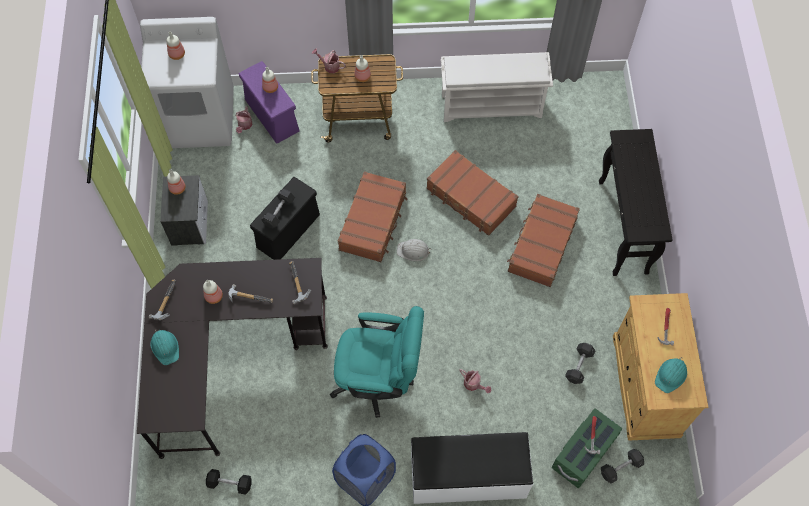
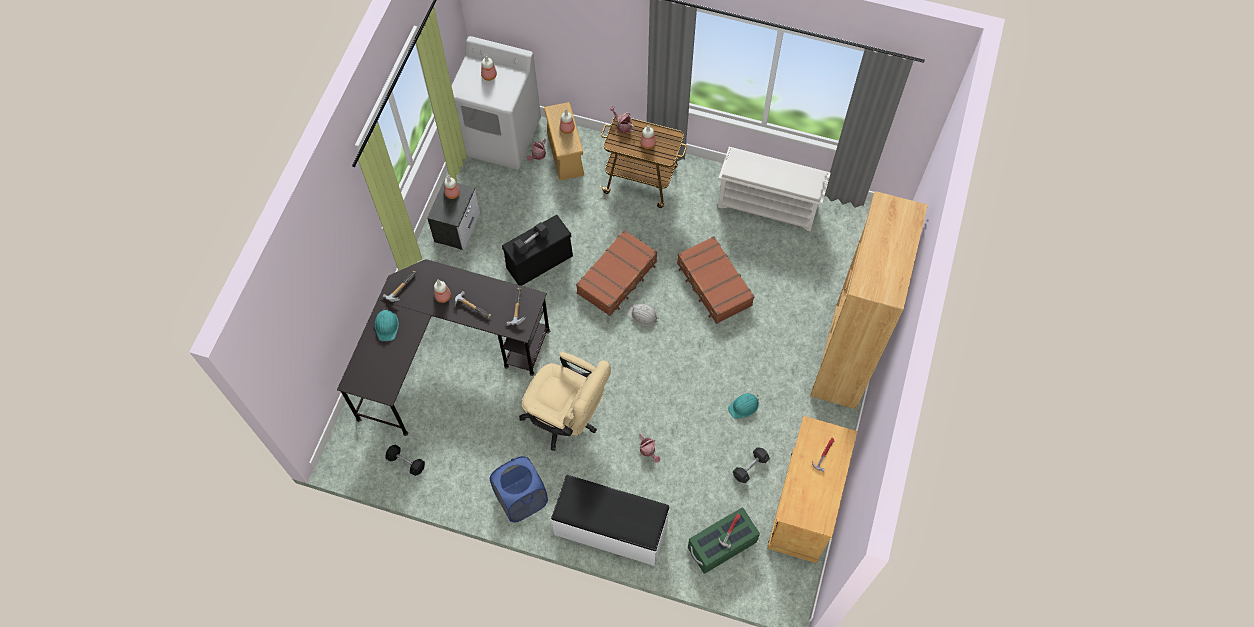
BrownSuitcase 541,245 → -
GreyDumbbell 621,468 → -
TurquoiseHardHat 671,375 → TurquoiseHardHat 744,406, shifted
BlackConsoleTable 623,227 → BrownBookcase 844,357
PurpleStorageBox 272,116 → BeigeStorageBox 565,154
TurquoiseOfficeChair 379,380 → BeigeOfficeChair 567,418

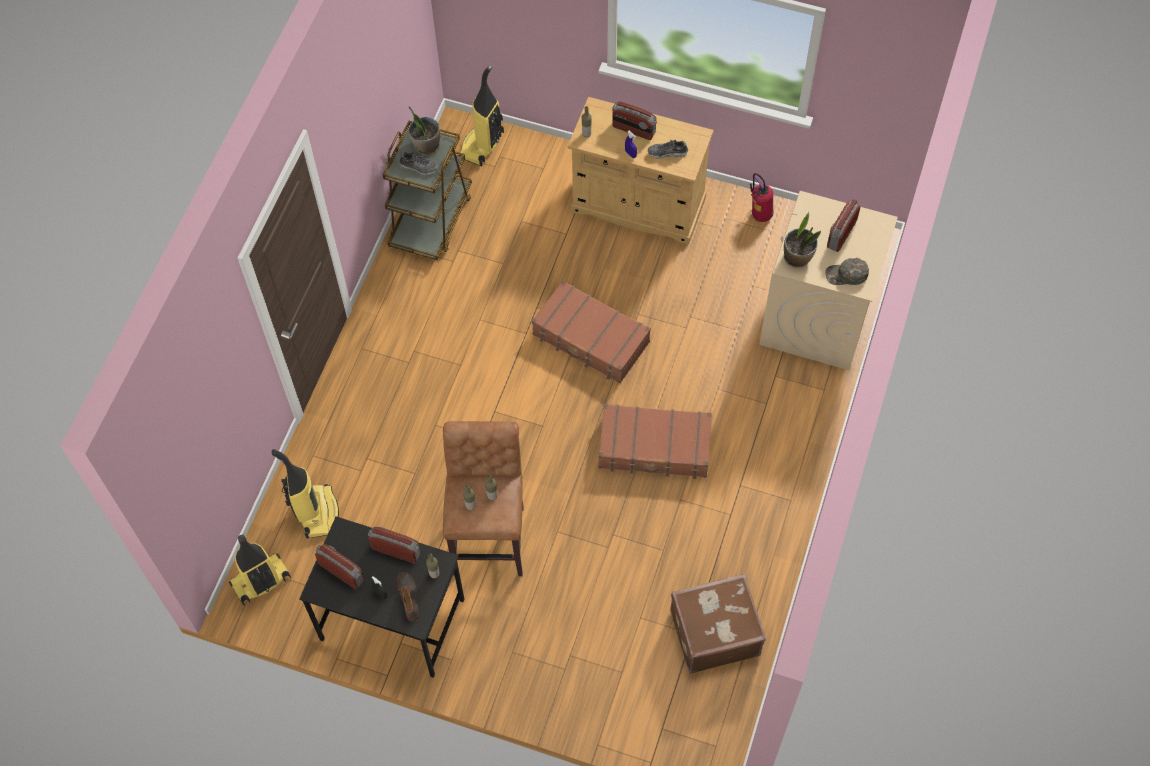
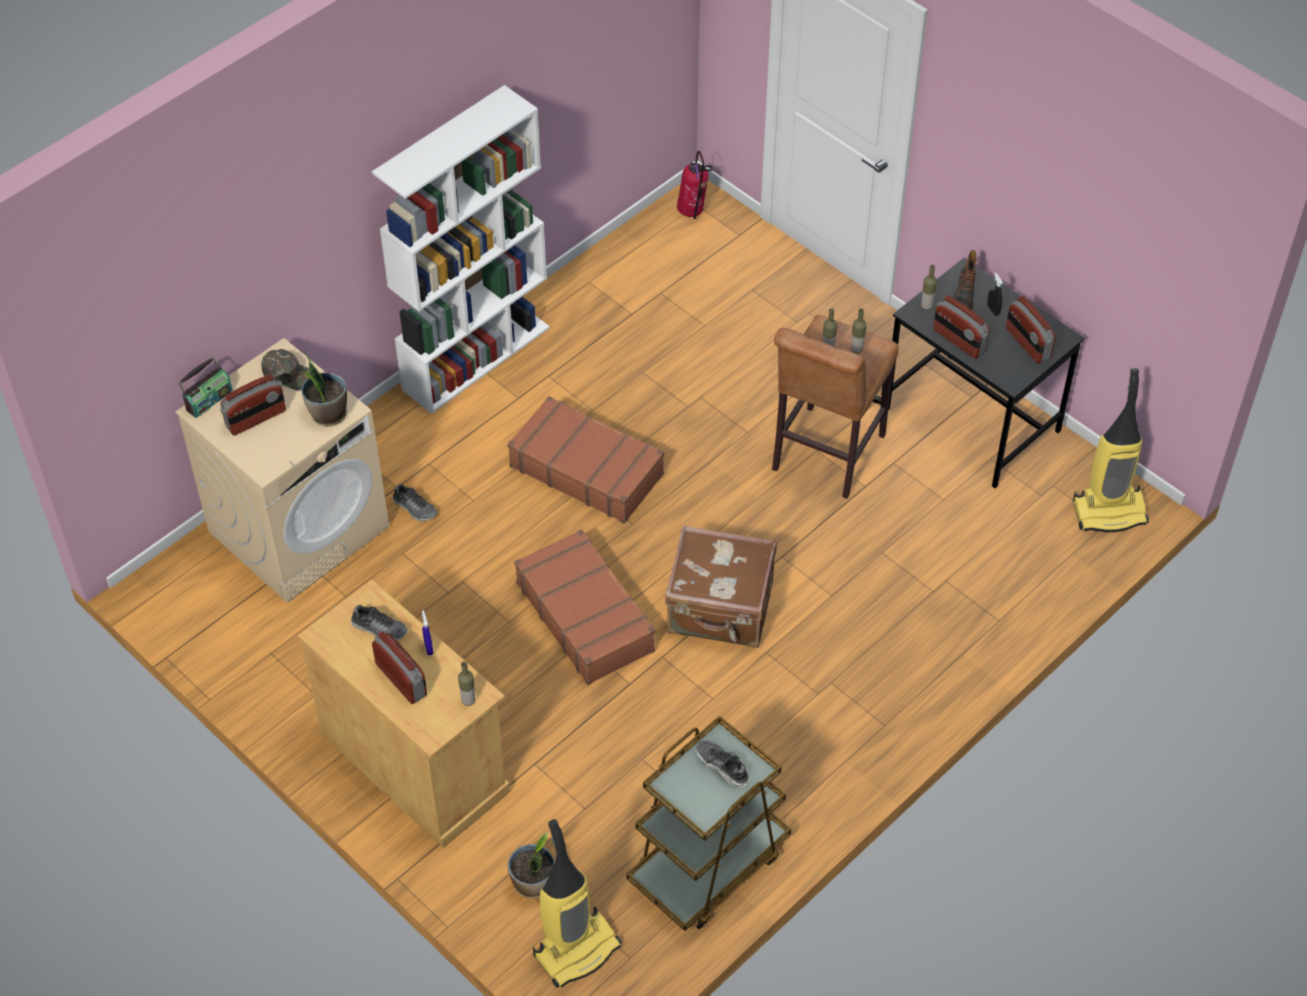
VacuumCleaner 317,512 → -
- → Radio 208,399
- → WhiteBookcase 476,357
- → Shoe 415,508
PottedPlant 426,146 → PottedPlant 533,883, shifted
BrownSuitcase 713,632 → BrownSuitcase 720,610, shifted
FireExtinguisher 759,215 → FireExtinguisher 692,212, shifted

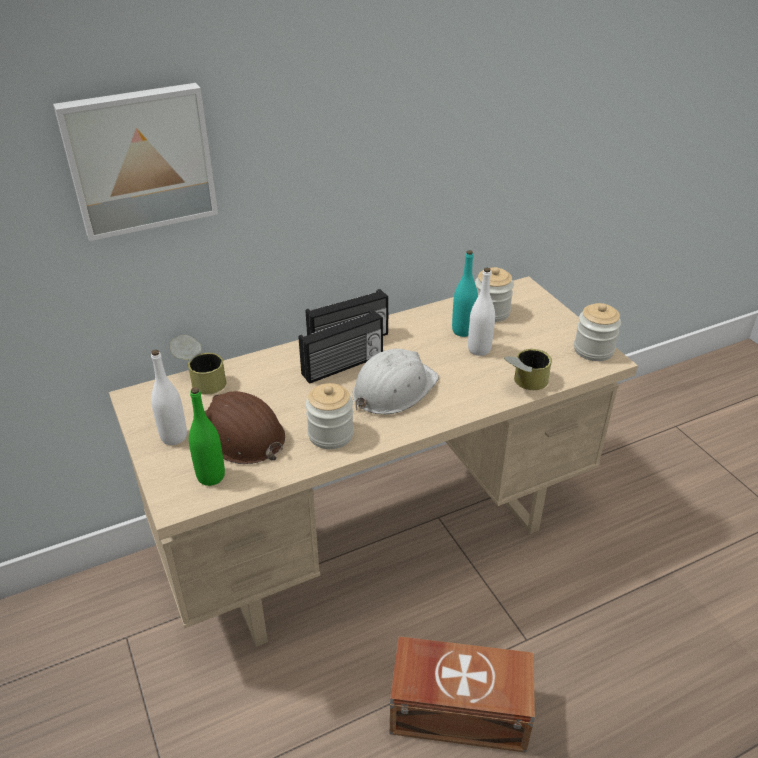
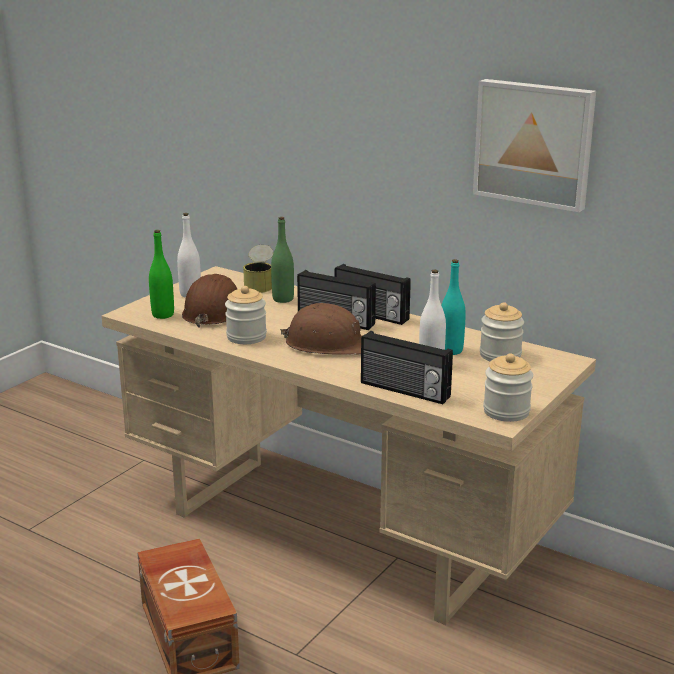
- → GreenBottle 283,299
Picture 139,160 → Picture 534,143, shifted
Can 523,384 → Radio 404,390
WhiteHardHat 393,389 → BrownHardHat 328,344

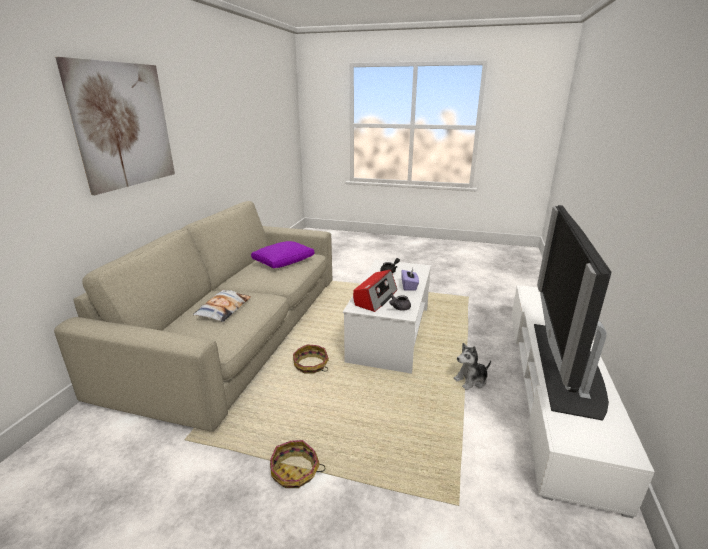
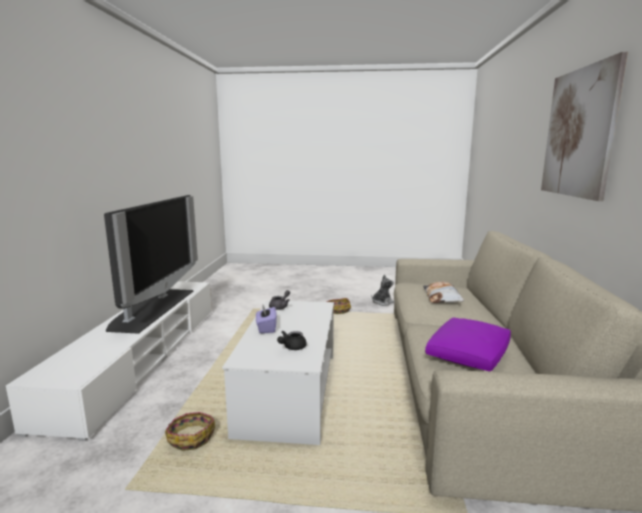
Radio 375,298 → -
Basket 311,366 → Basket 191,437, shifted
PlushToy 471,380 → PlushToy 382,303, shifted

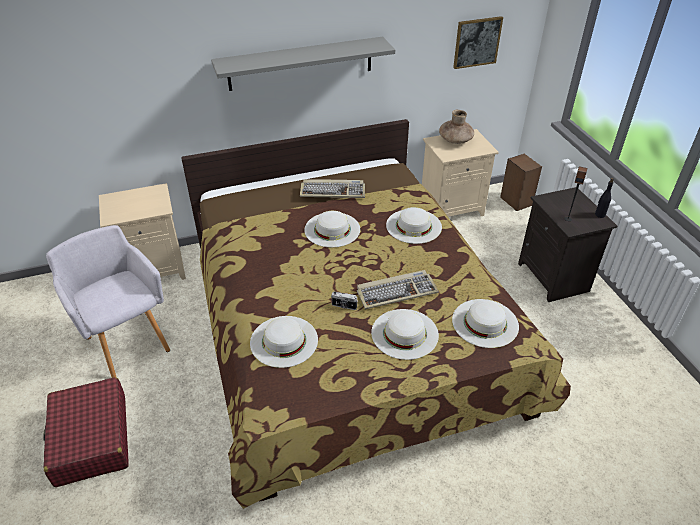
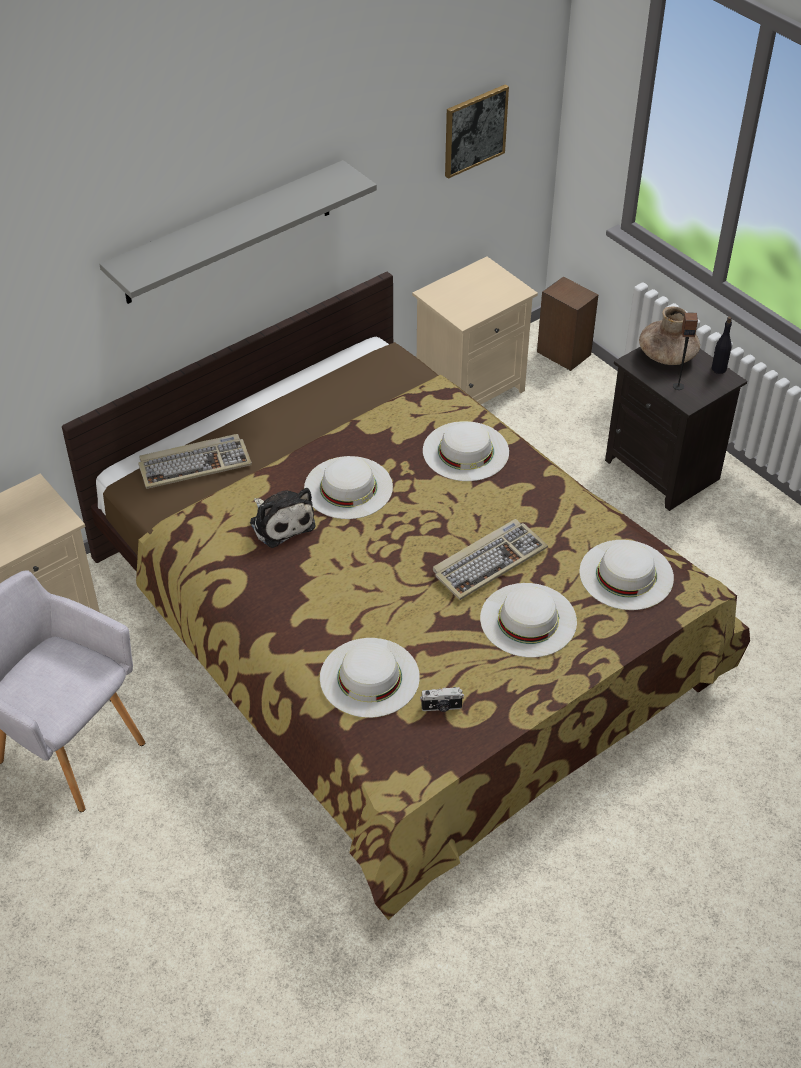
RedSuitcase 91,439 → -
- → PlushToy 281,522
Keyboard 333,191 → Keyboard 195,464, shifted
PhotoCamera 344,306 → PhotoCamera 441,707, shifted
BrownVase 455,140 → BrownVase 667,355, shifted

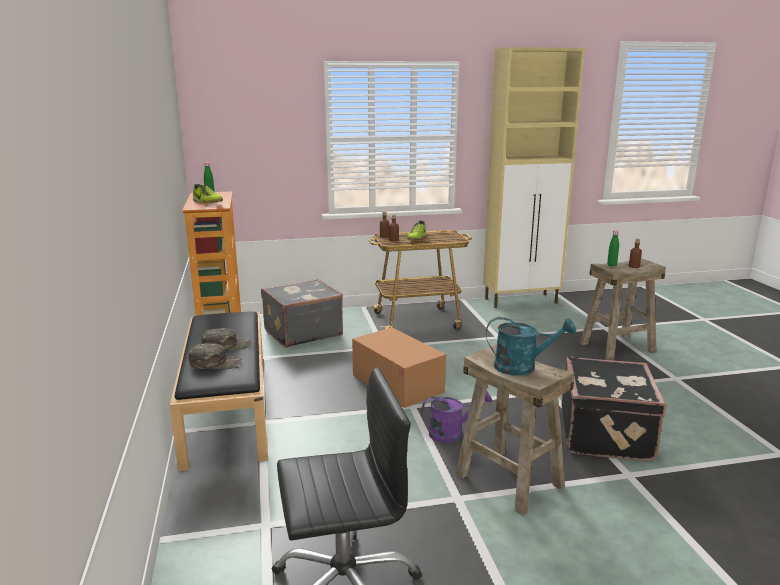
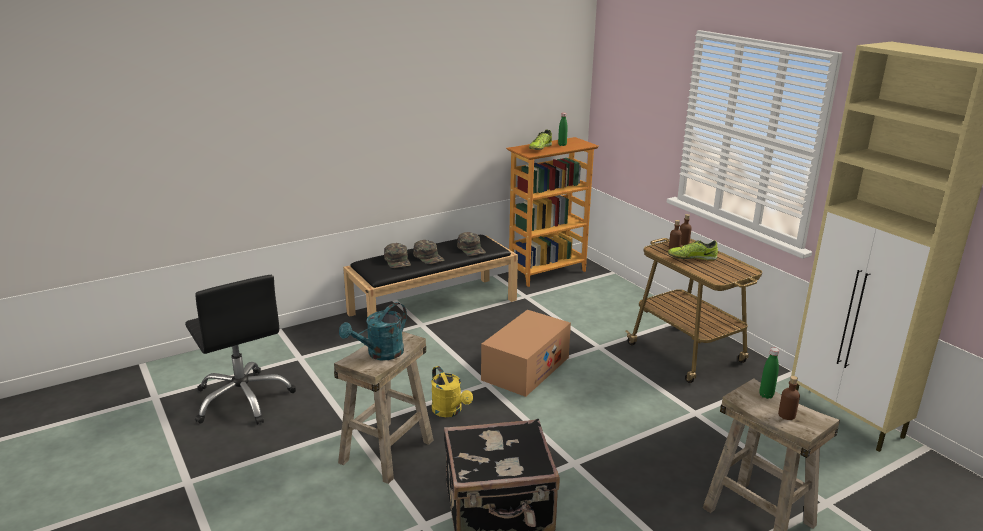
GreySuitcase 302,332 → -
- → GreenCap 471,249
PurpleWateringCan 451,433 → YellowWateringCan 450,411
TurquoiseWateringCan 522,367 → TurquoiseWateringCan 380,354, 60 degrees clockwise

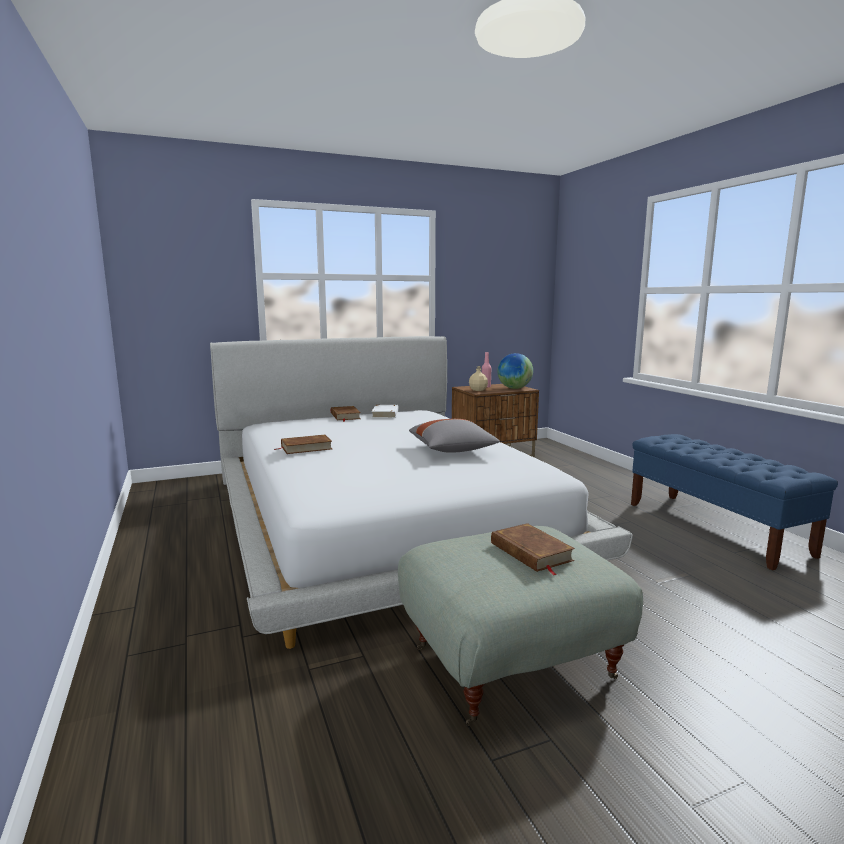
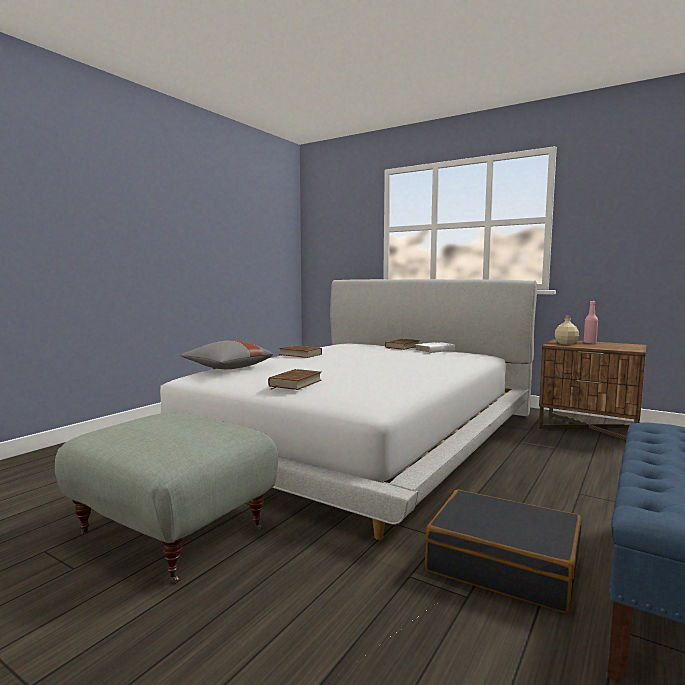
Globe 514,388 → -
- → BlackSuitcase 503,564
GreyPillow 453,450 → GreyPillow 227,368, shifted
BrownBook 530,552 → BrownBook 295,383, shifted

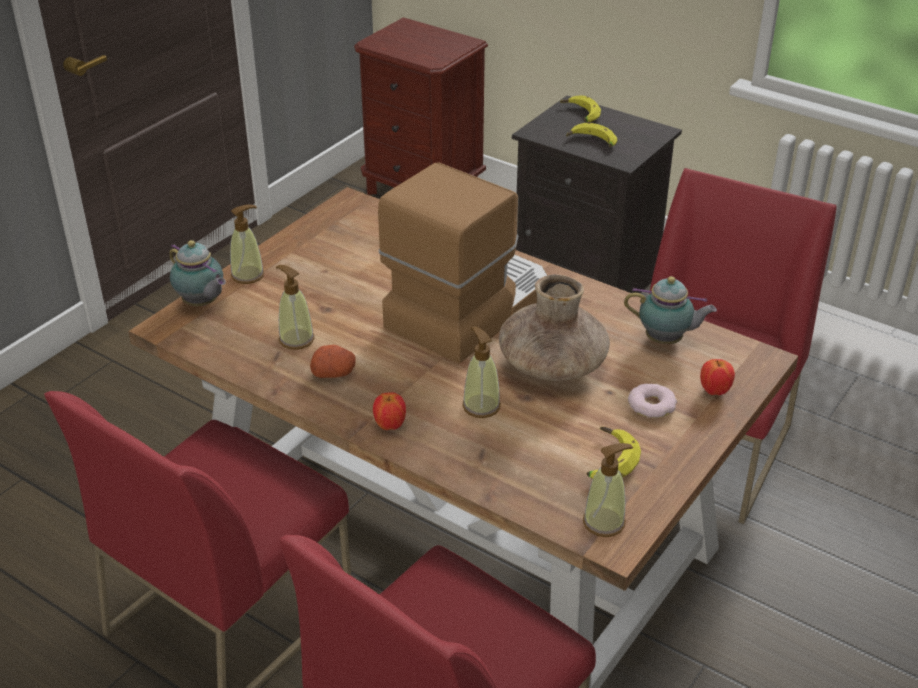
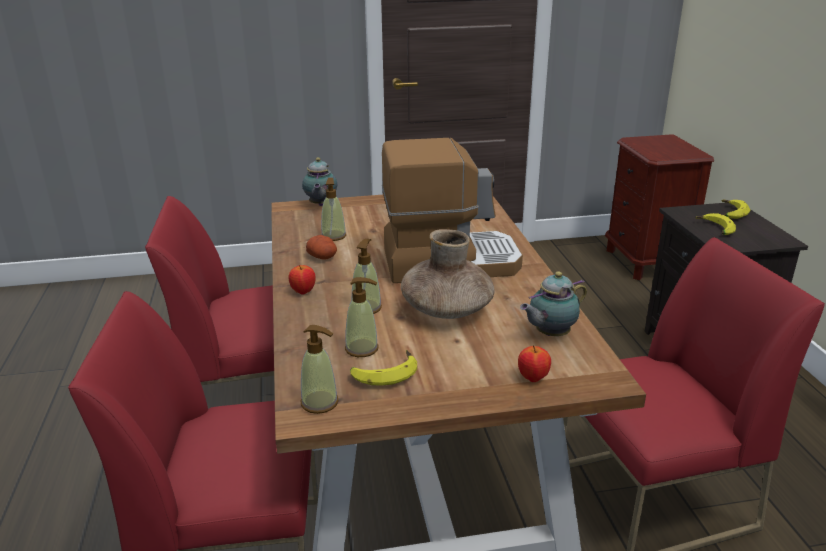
Donut 651,405 → -
SoapDispenser 248,275 → SoapDispenser 362,349, shifted
Teapot 666,341 → Teapot 550,334, 90 degrees clockwise

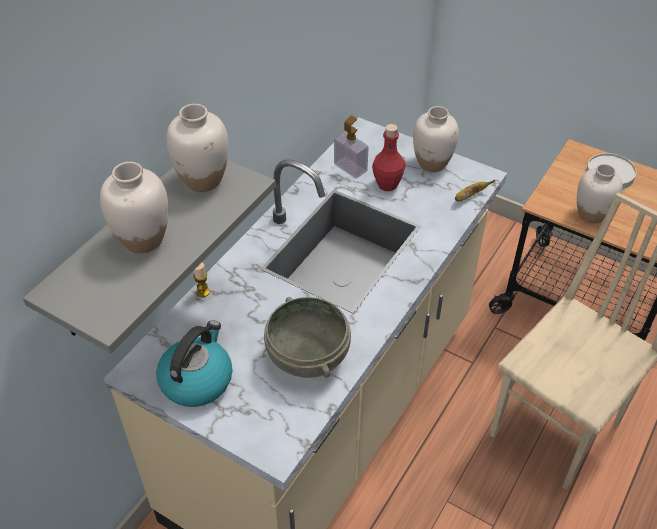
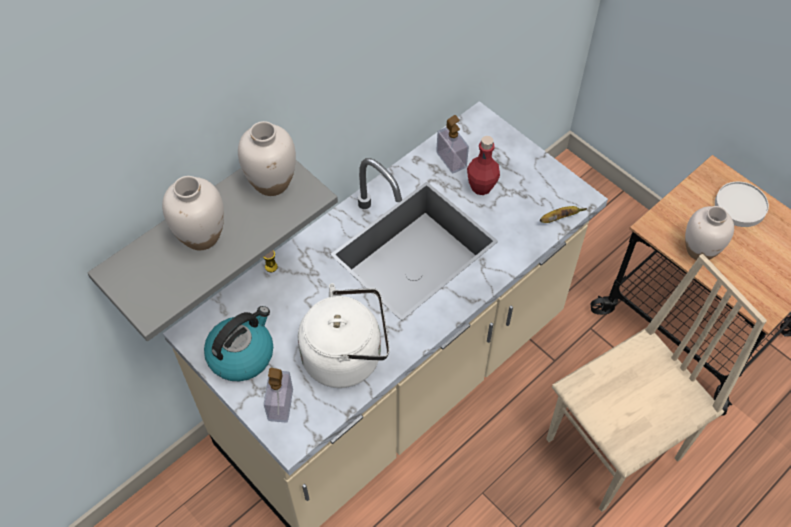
WhiteVase 432,163 → -
- → SoapDispenser 280,404
GreyBowl 309,357 → WhiteKettle 347,355

